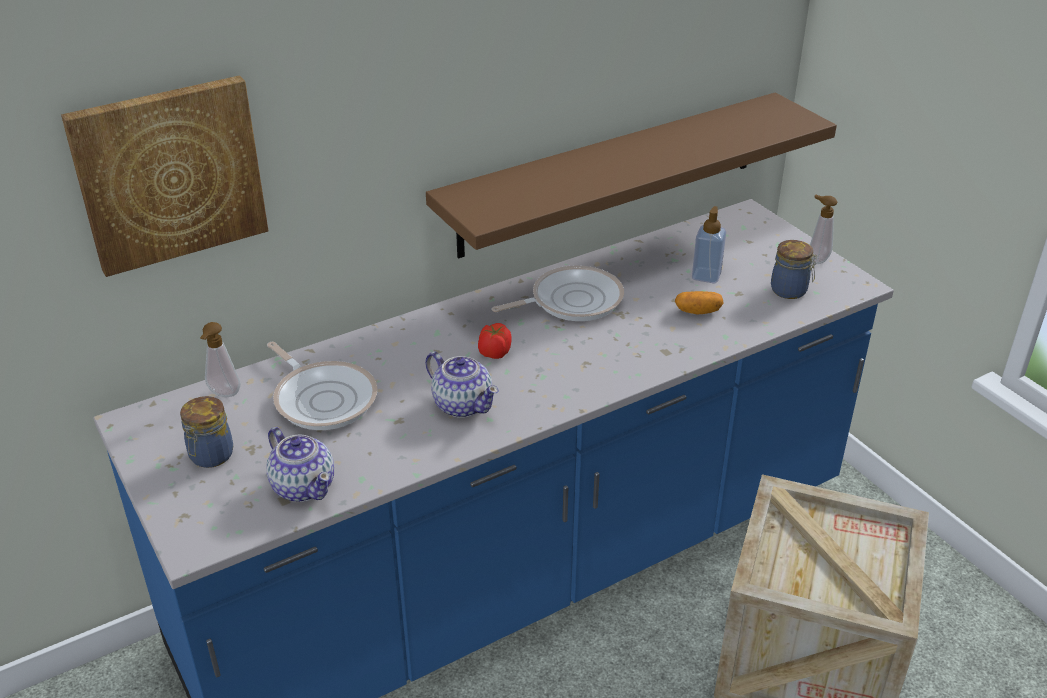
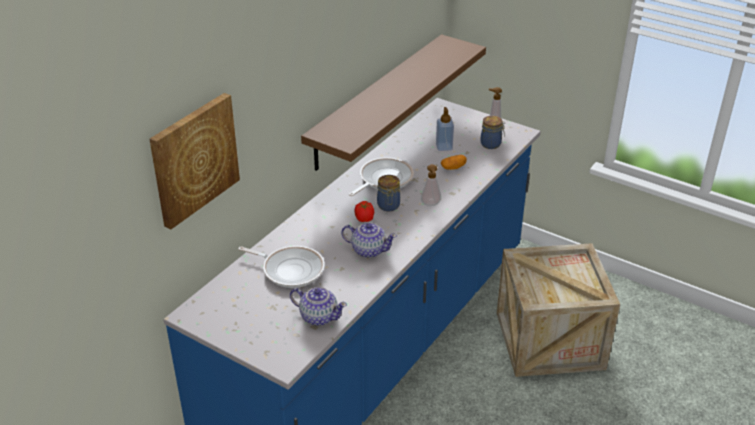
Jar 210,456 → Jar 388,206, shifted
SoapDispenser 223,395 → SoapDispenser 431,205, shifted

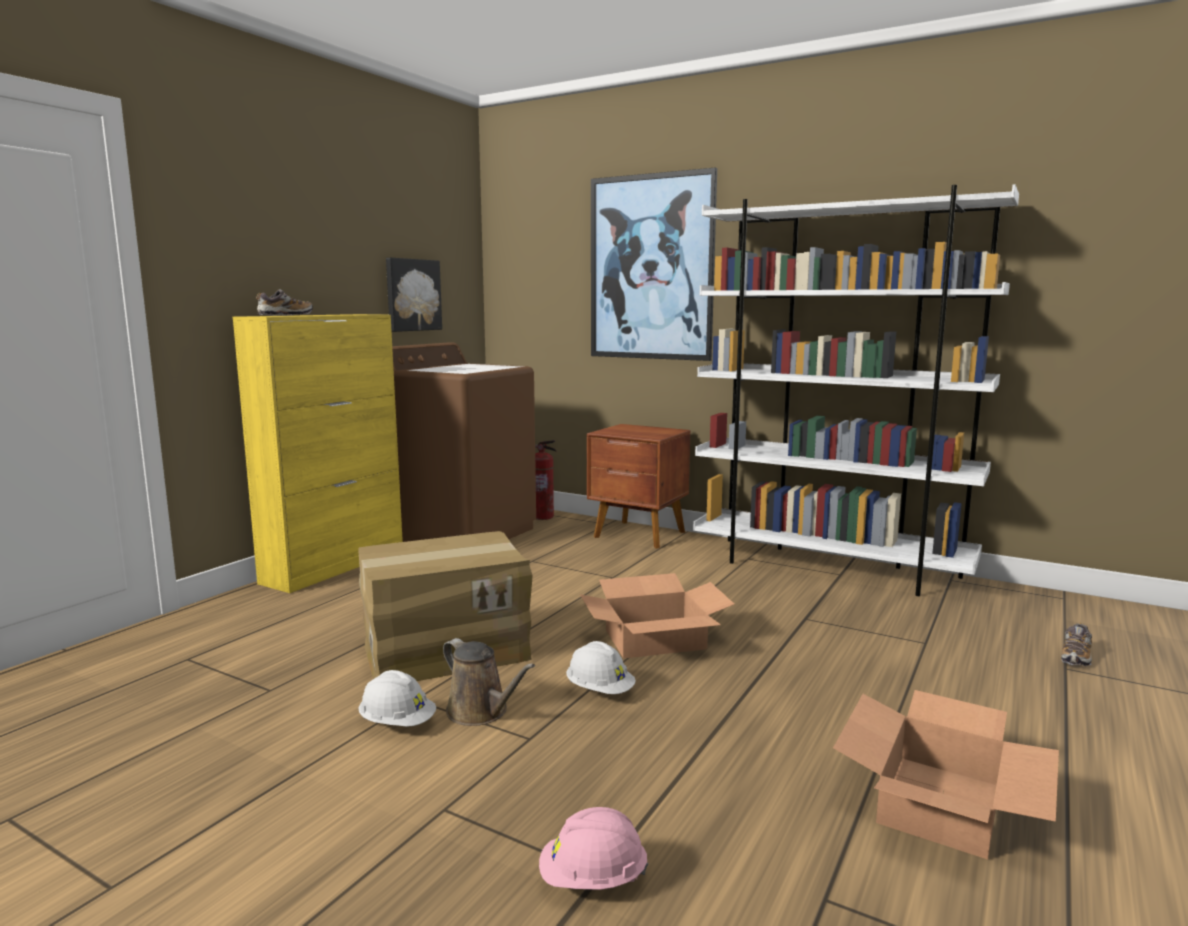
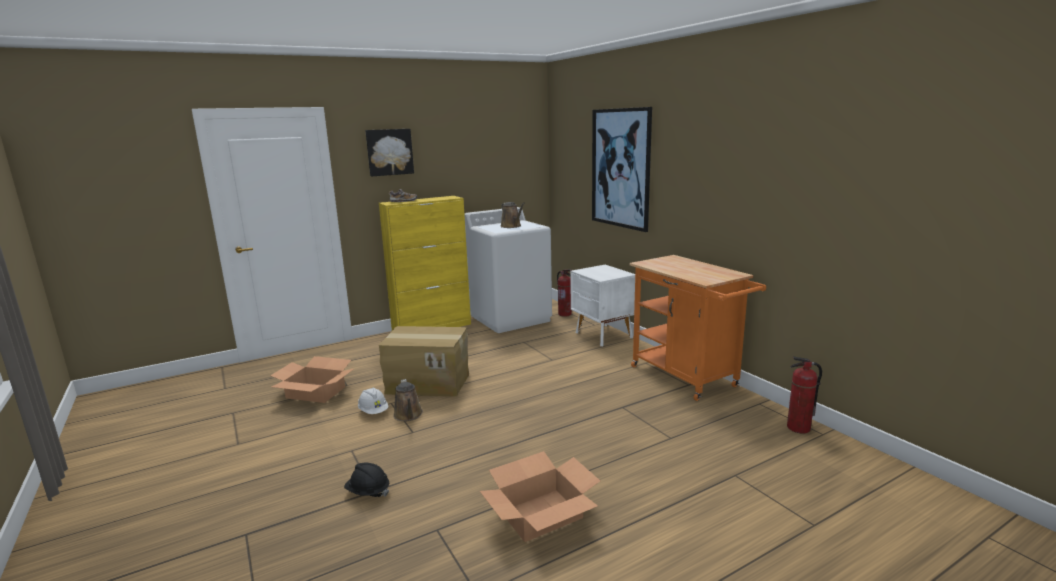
WhiteHardHat 600,691 → -
Shoe 1076,657 → -
- → BrownWateringCan 512,226
- → FireExtinguisher 798,428
Picture 412,295 → Picture 389,152, shifted
CardboardBox 655,639 → CardboardBox 316,392, shifted
WhiteBookcase 829,567 → OrangeCart 688,378
BrownWashingMachine 462,533 → WhiteWashingMachine 510,318
PinkHardHat 592,879 → BlackHardHat 368,492
BrownNightstand 640,535 → WhiteNightstand 603,335

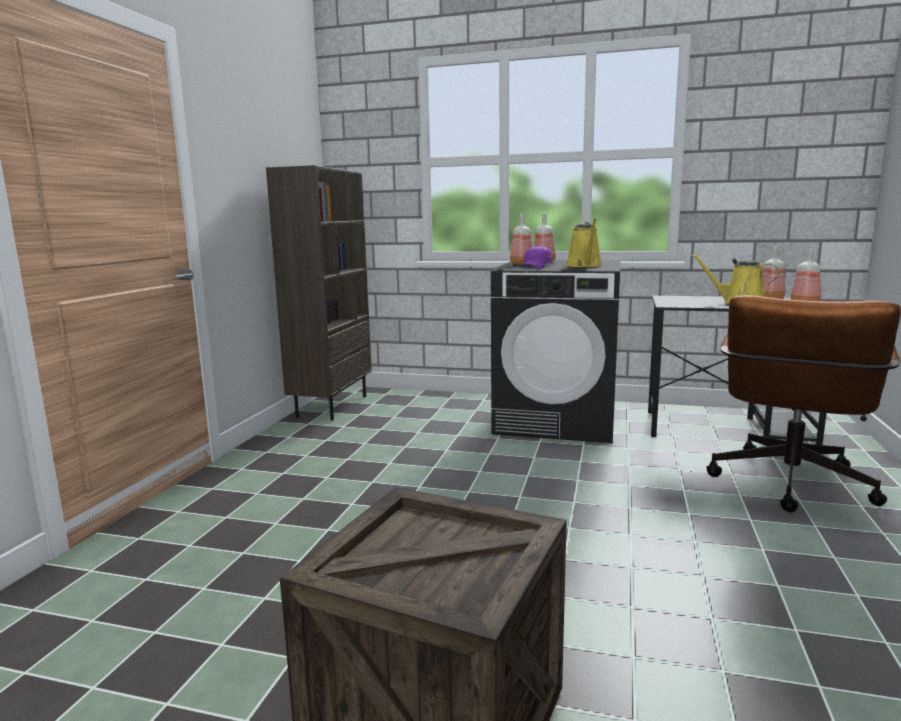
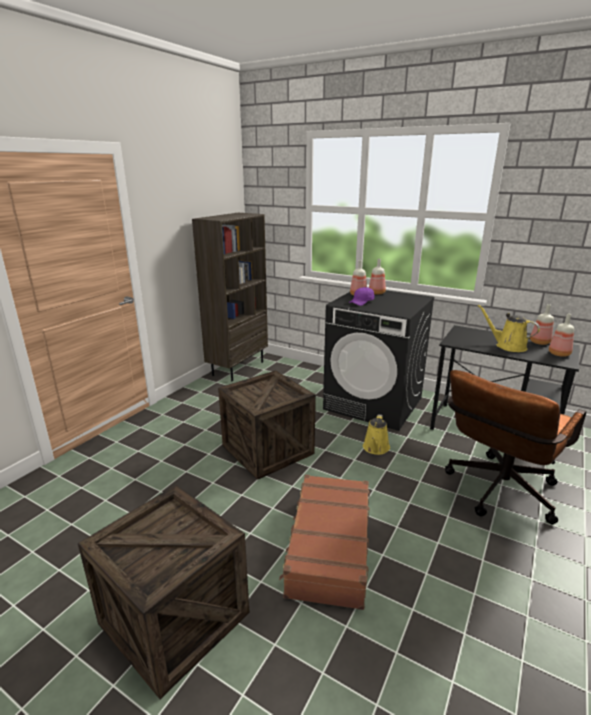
- → Crate 267,449
- → BrownSuitcase 328,547
YellowWateringCan 585,265 → YellowWateringCan 376,448, shifted

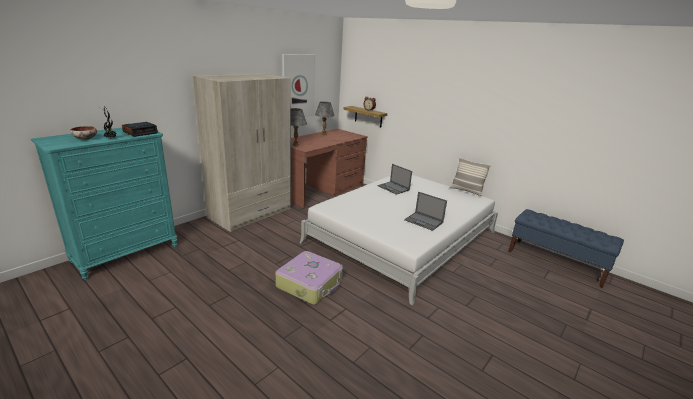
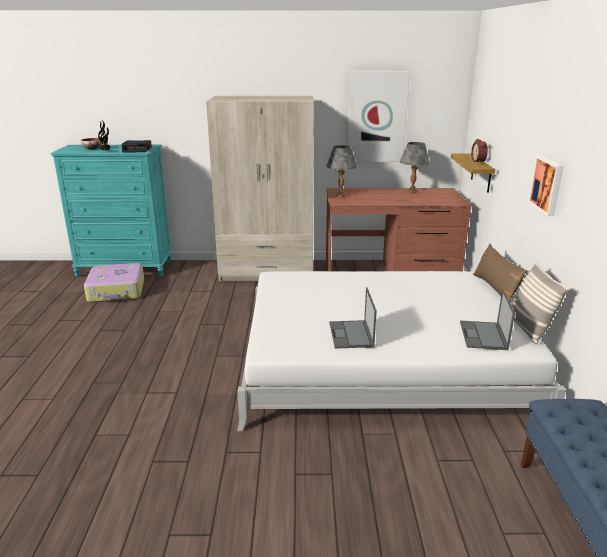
- → BrownPillow 495,289
- → Picture 547,185
Suitcase 310,284 → Suitcase 117,291, shifted
Laptop 393,188 → Laptop 483,336, shifted

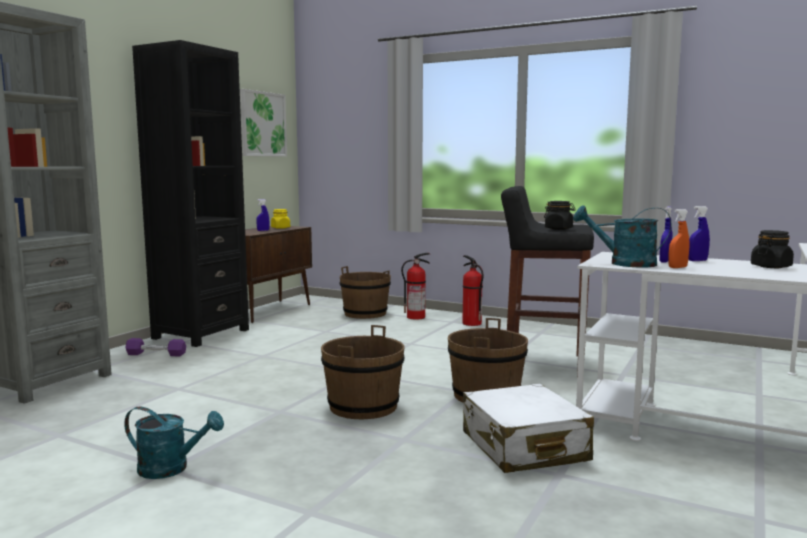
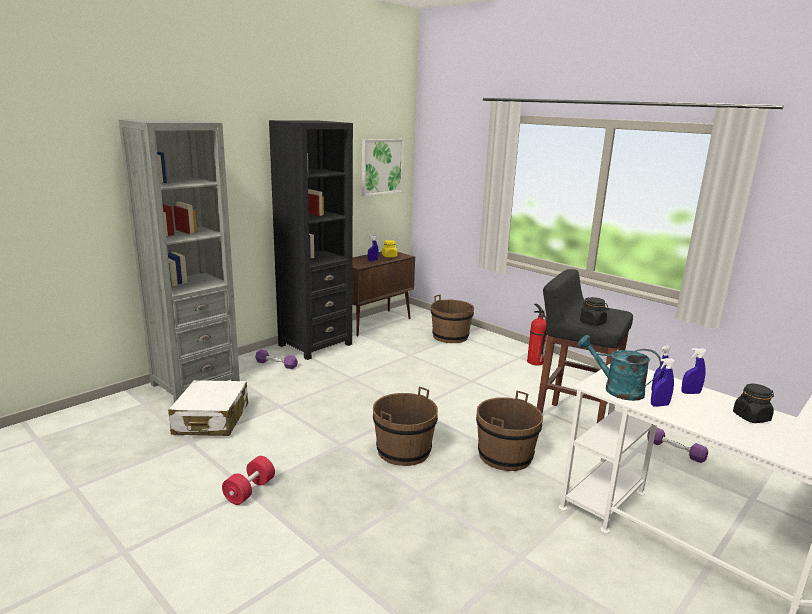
FireExtinguisher 416,317 → -
- → PurpleDumbbell 675,450
WhiteSuitcase 523,447 → WhiteSuitcase 211,420, shifted
TurquoiseWateringCan 171,469 → RedDumbbell 249,491
OrangeSprayBottle 677,267 → BlueSprayBottle 659,405

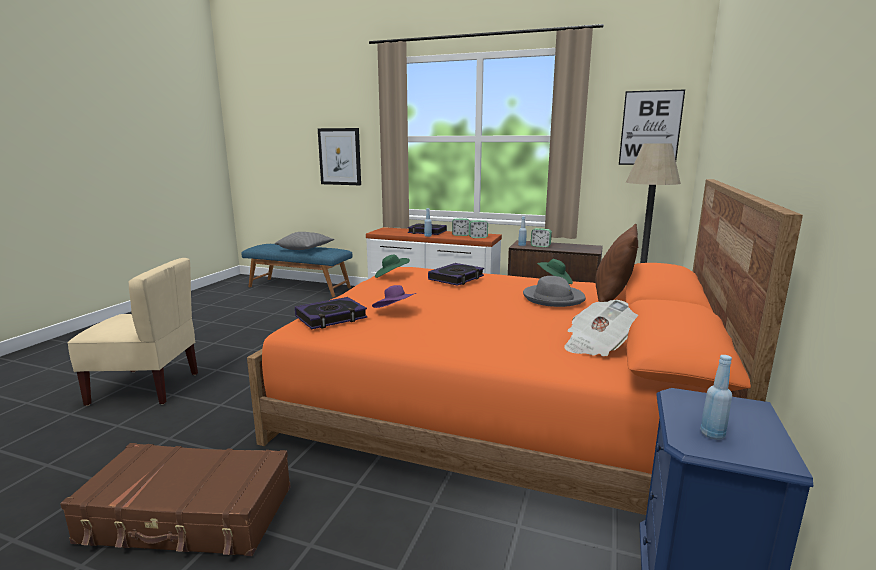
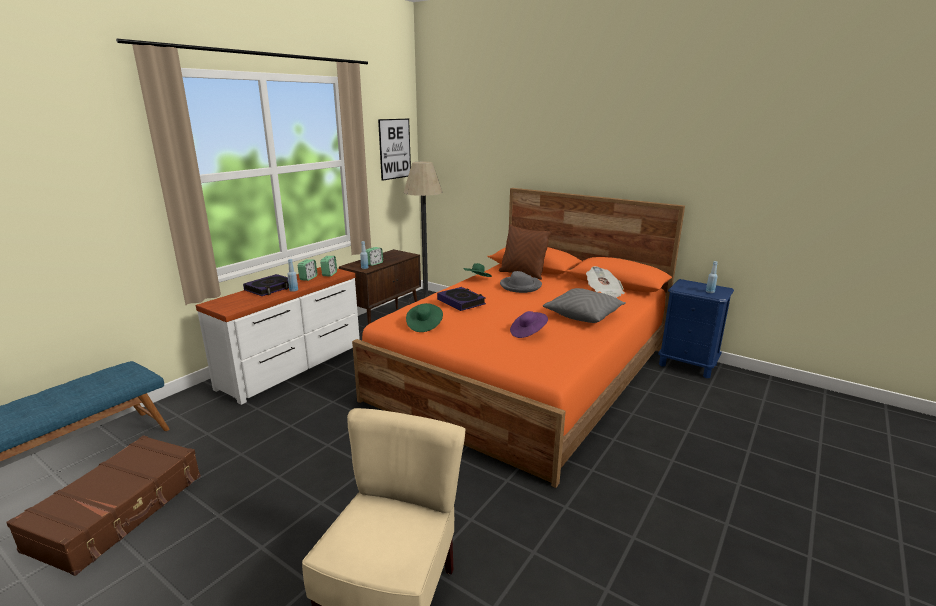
Book 331,317 → -
Picture 340,156 → -
BrownSuitcase 188,515 → BrownSuitcase 119,511, shifted
GreyPillow 305,249 → GreyPillow 583,315, shifted

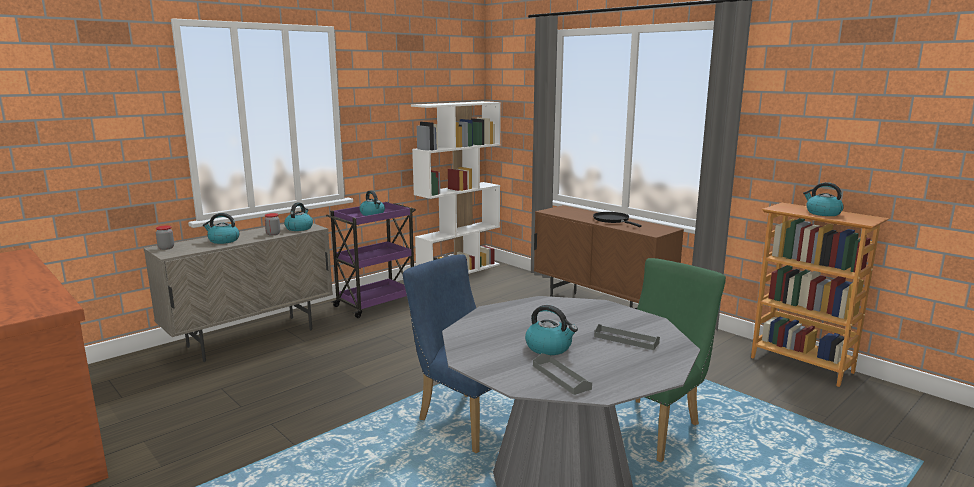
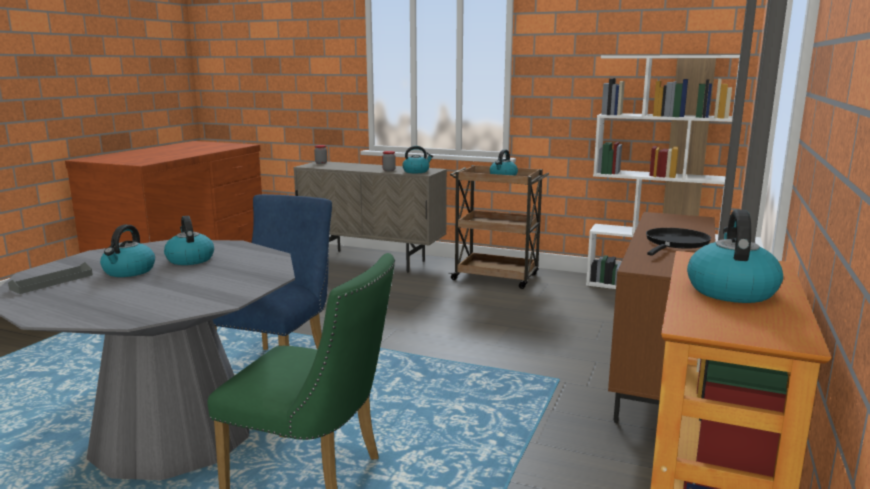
GreyTray 626,340 → -
Kettle 223,240 → Kettle 190,259, shifted
PurpleCart 376,303 → BrownCart 497,277

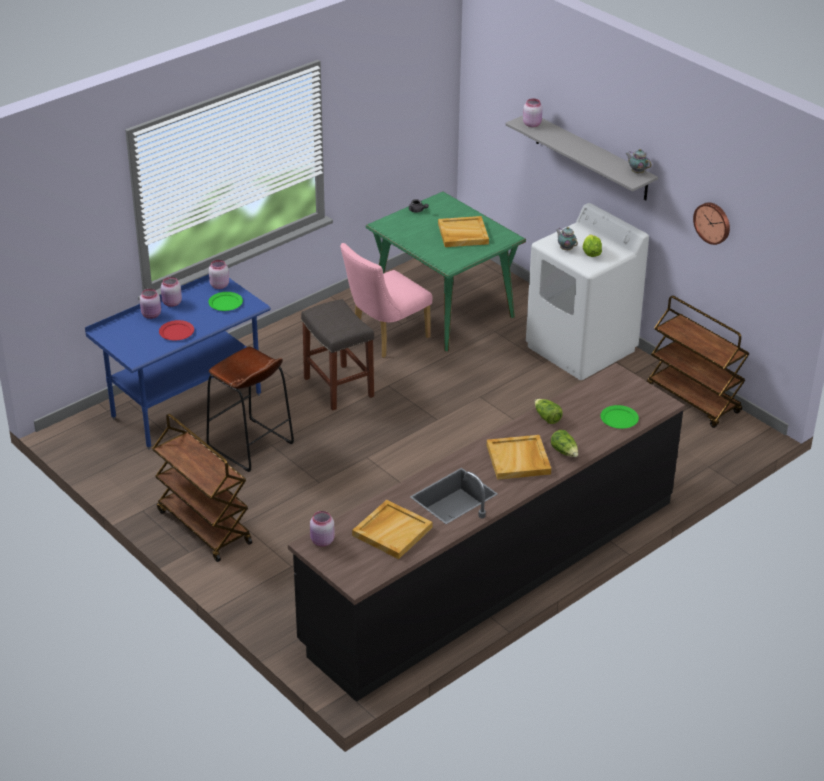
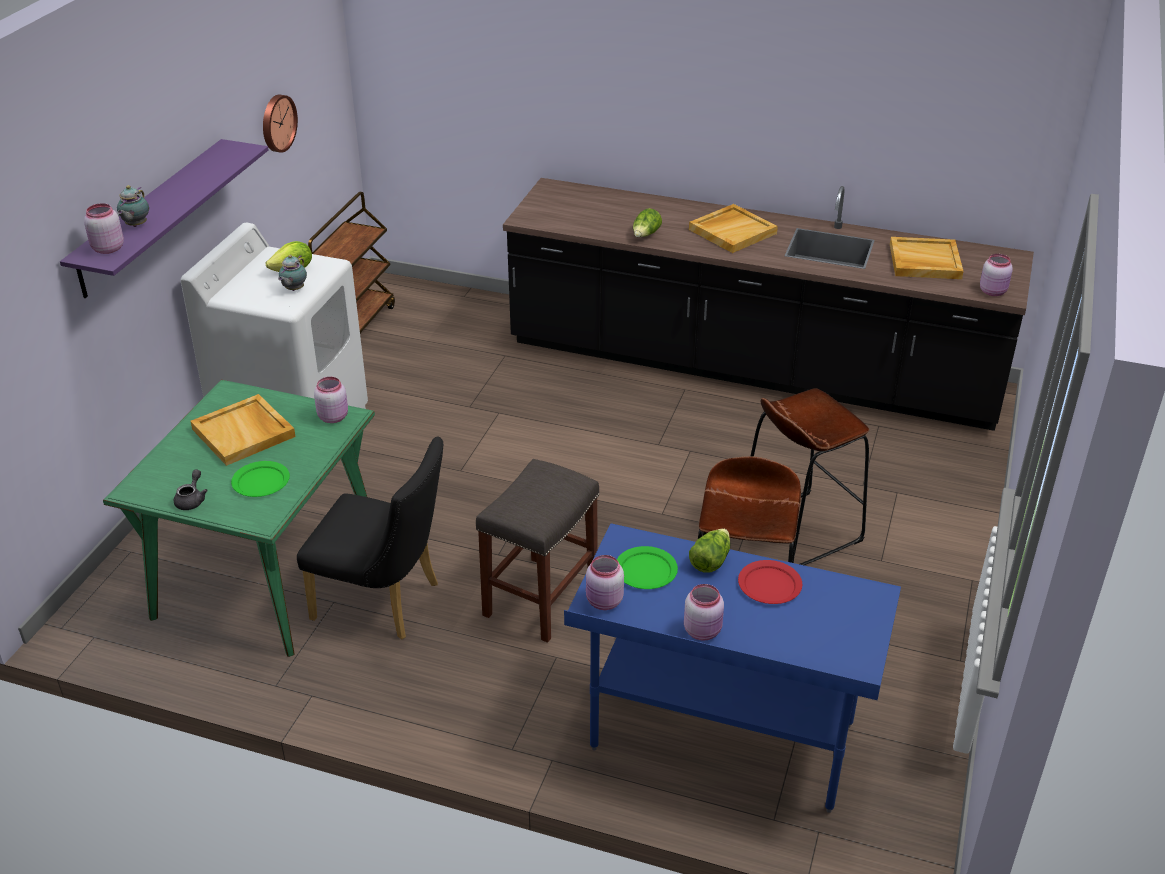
BrownCart 203,527 → -
- → BrownStool 799,530
PinkJar 152,315 → PinkJar 333,416, shifted
Lettuce 564,452 → Lettuce 710,560, shifted
GreenPlate 619,419 → GreenPlate 261,481, shifted
Teapot 637,172 → Teapot 135,225, shifted
PinkChair 385,338 → BlackChair 385,603
GreyShelf 591,157 → PurpleShelf 151,217

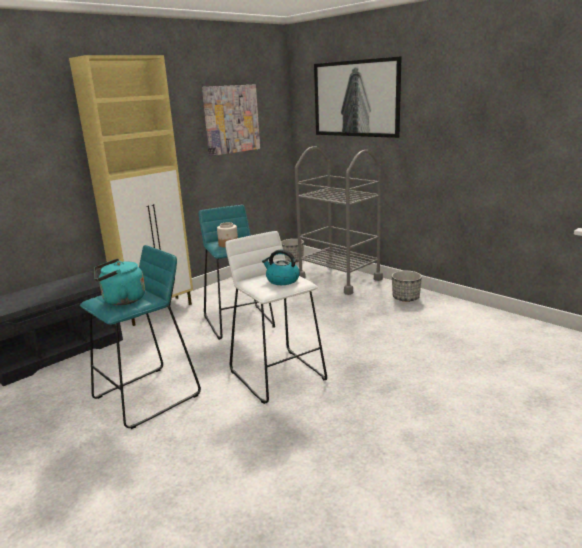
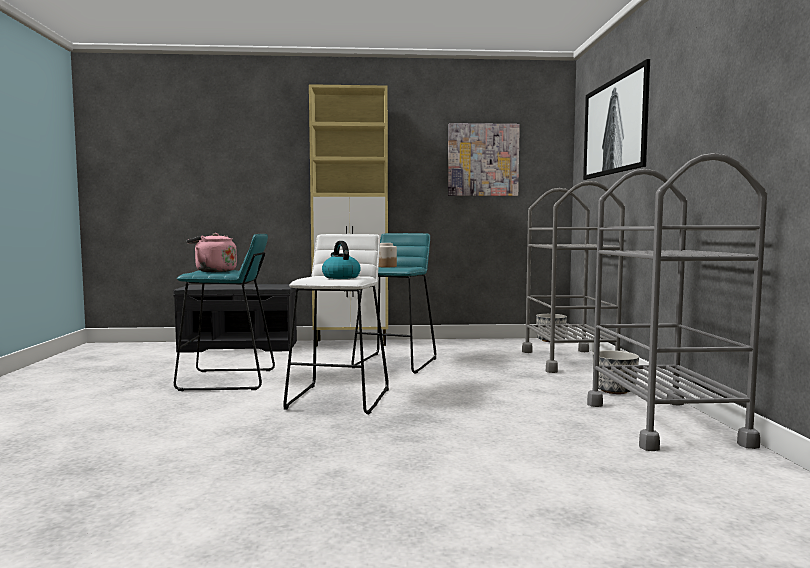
- → GreyCart 663,423
TurquoiseKettle 121,300 → PinkKettle 213,271

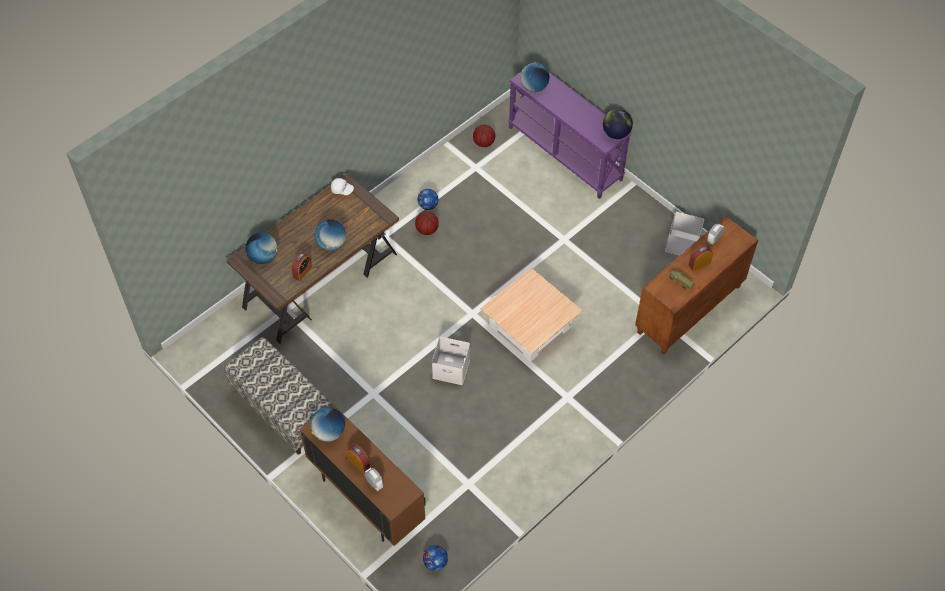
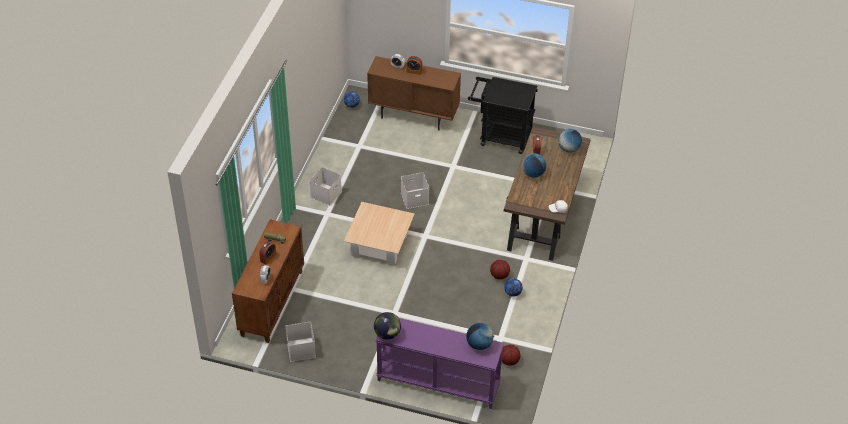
Globe 329,432 → -
- → WhiteStorageBox 326,195
Bench 282,409 → BlackCart 500,136

